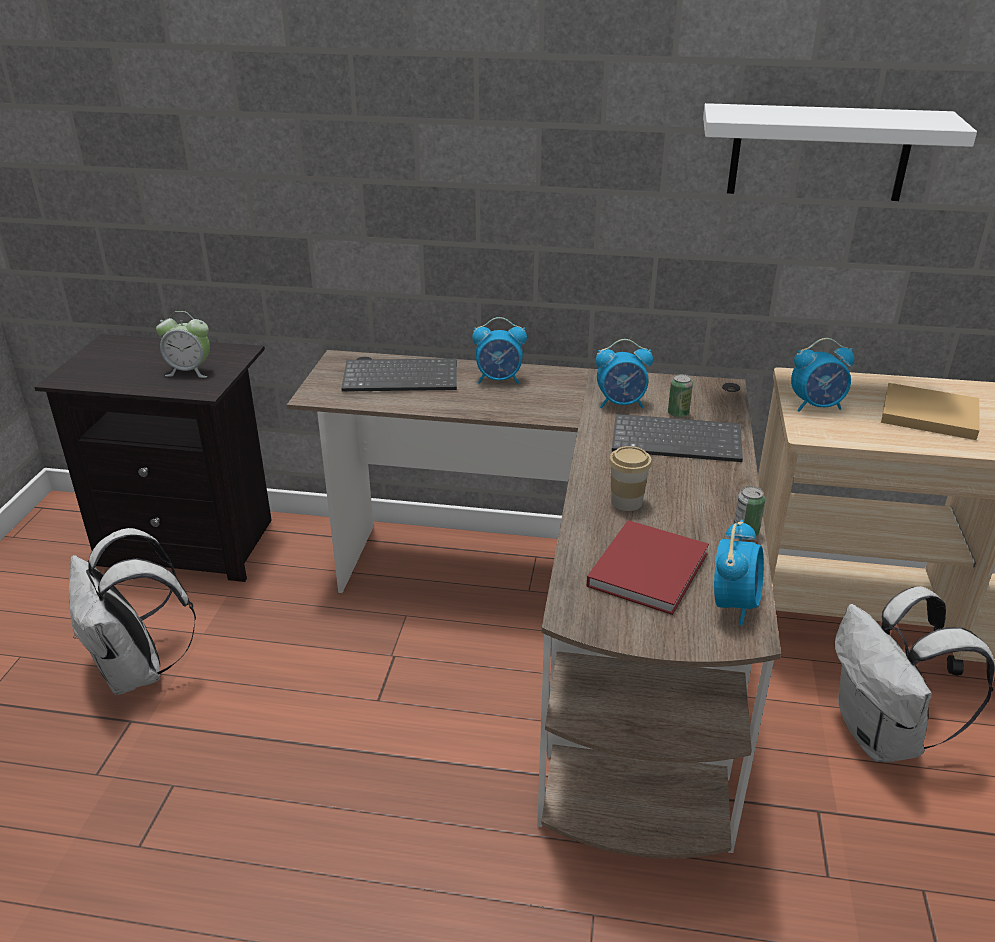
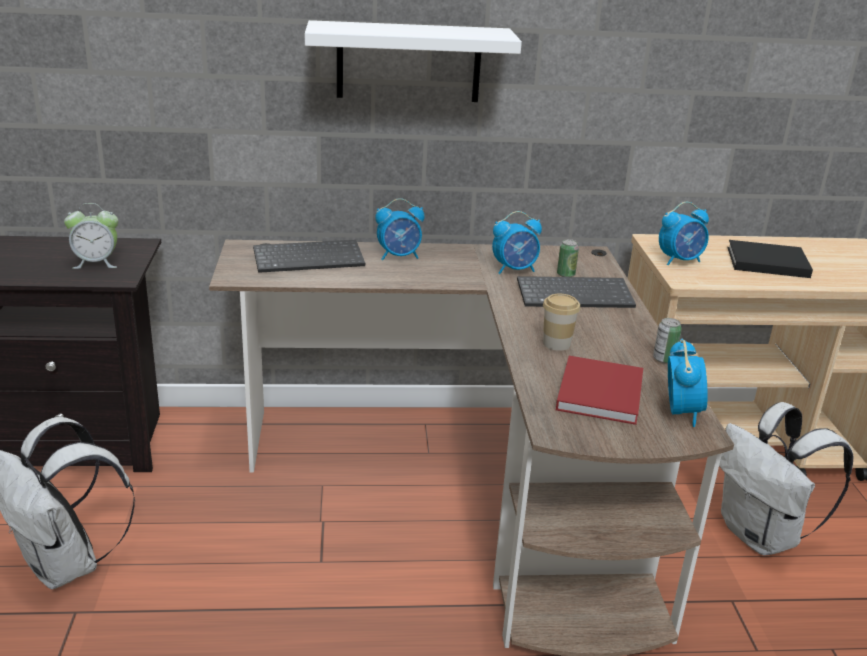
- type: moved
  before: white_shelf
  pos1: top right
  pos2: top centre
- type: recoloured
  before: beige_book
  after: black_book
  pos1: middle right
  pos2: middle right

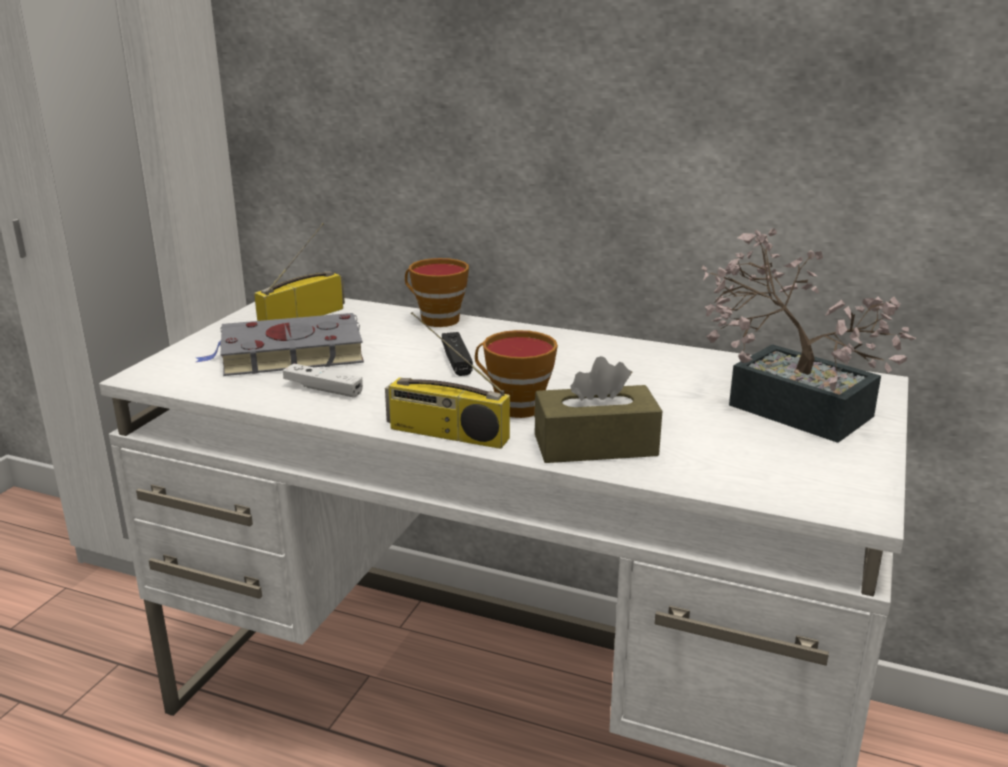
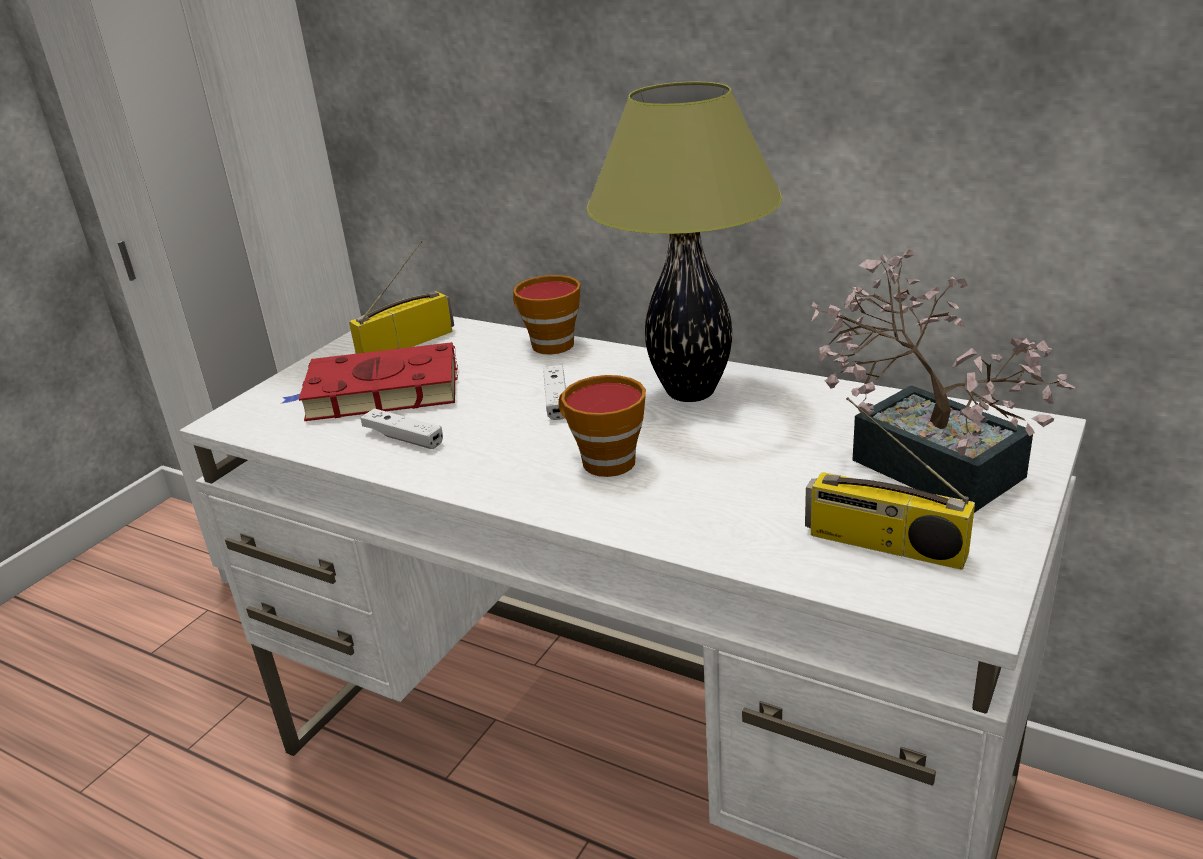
- type: moved
  before: radio (2nd from left)
  pos1: centre
  pos2: middle right
- type: recoloured
  before: grey_book
  after: red_book
  pos1: middle left
  pos2: middle left
- type: recoloured
  before: black_game_controller
  after: white_game_controller (2nd from left)
  pos1: centre
  pos2: centre
- type: removed
  before: brown_tissue_box
  pos1: centre
- type: added
  after: table_lamp
  pos2: top centre

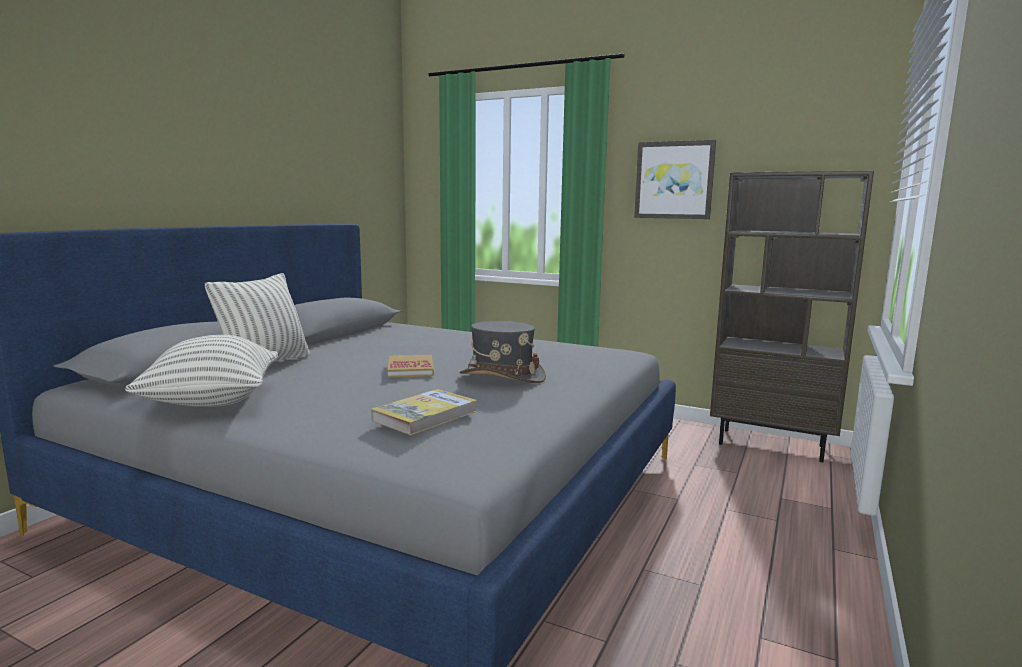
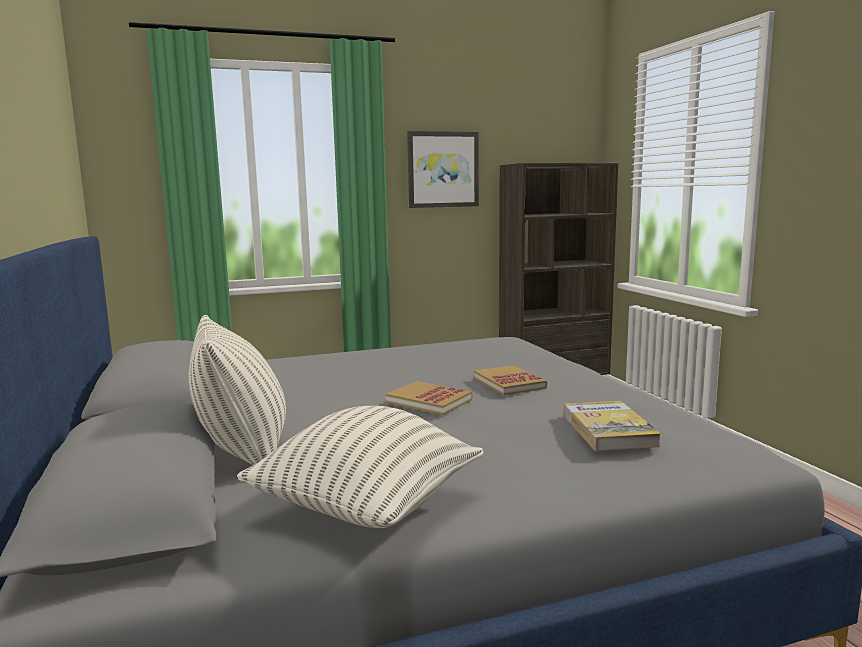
- type: replaced
  before: grey_hat
  after: book (2nd from left)
  pos1: centre
  pos2: centre

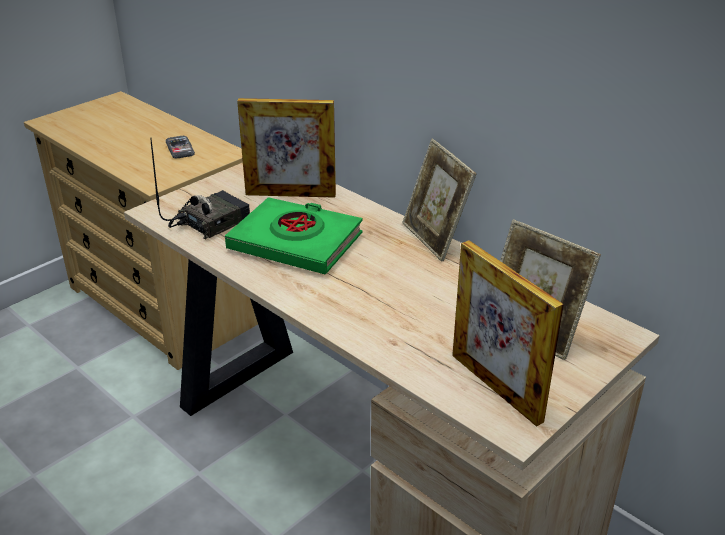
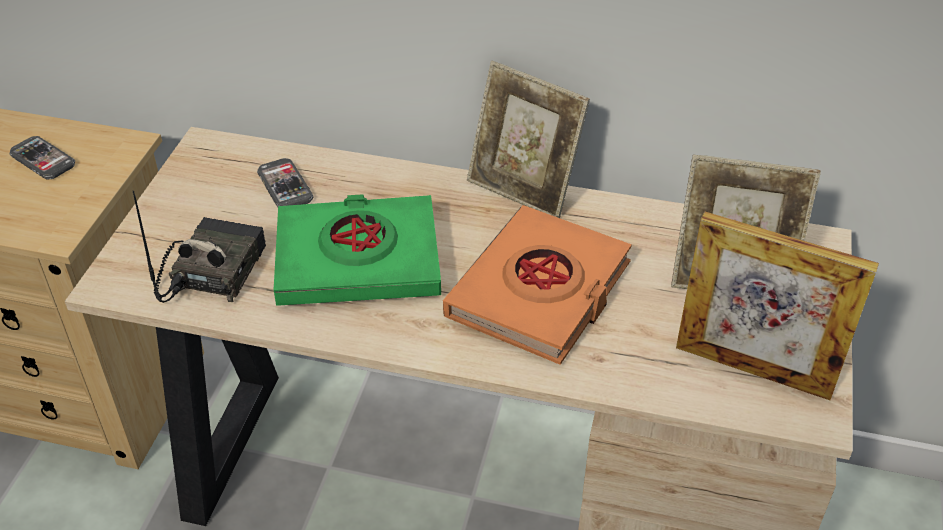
- type: replaced
  before: picture_frame (1st from left)
  after: phone (2nd from left)
  pos1: top centre
  pos2: middle left
- type: added
  after: orange_book
  pos2: centre

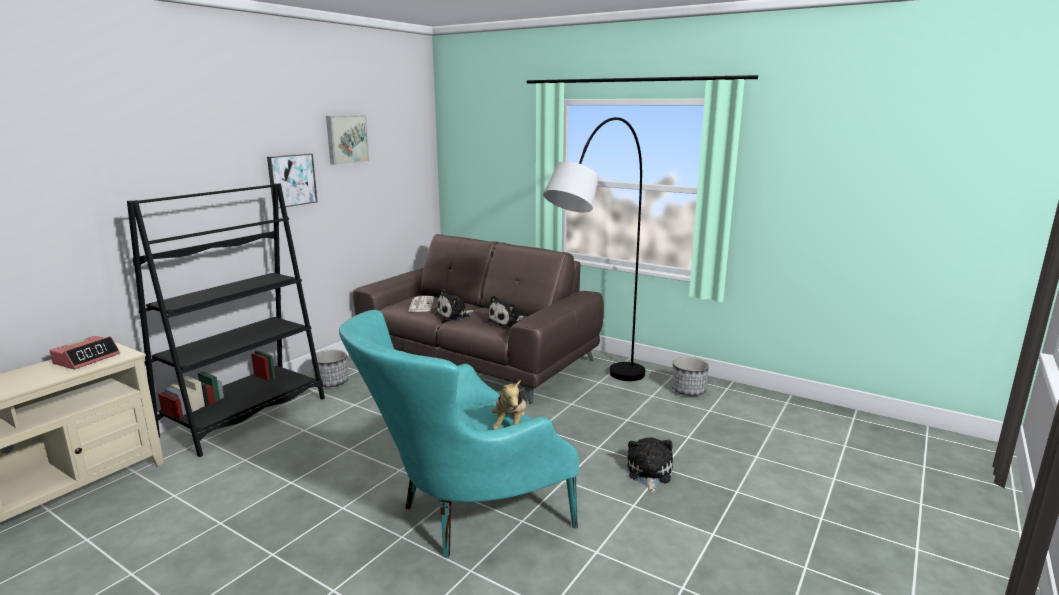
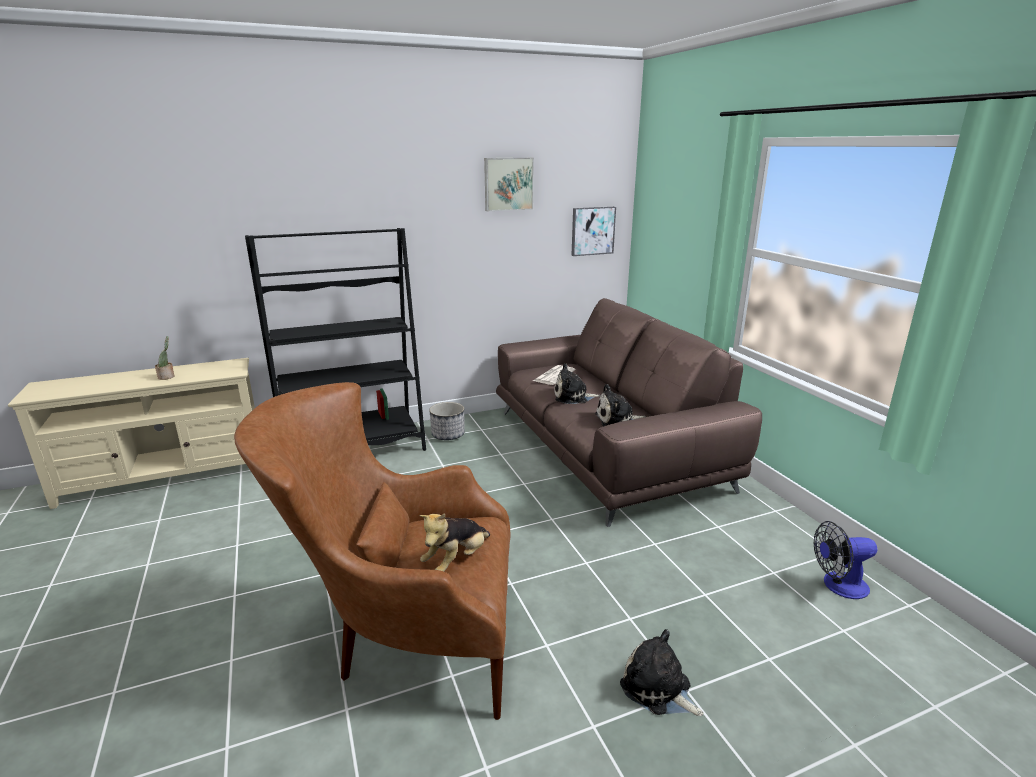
- type: removed
  before: grey_floor_lamp
  pos1: centre
- type: moved
  before: picture (1st from left in the first image)
  after: picture (2nd from left)
  pos1: top left
  pos2: top centre
- type: recoloured
  before: turquoise_armchair
  after: brown_armchair
  pos1: bottom centre
  pos2: bottom centre
- type: removed
  before: alarm_clock
  pos1: middle left
- type: replaced
  before: planter (2nd from left)
  after: fan
  pos1: centre
  pos2: bottom right
- type: turned
  before: plush_toy (4th from left)
  pos1: bottom centre
  pos2: bottom centre
  turn: -90
- type: added
  after: potted_plant
  pos2: middle left

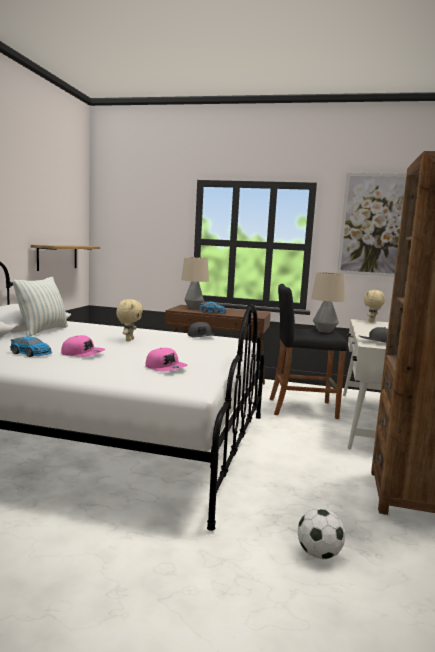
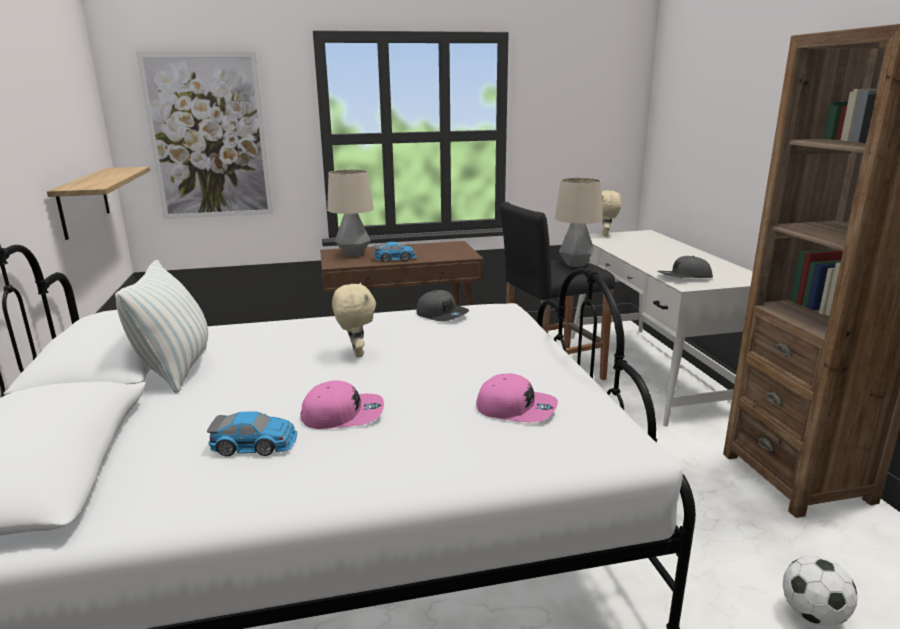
- type: moved
  before: picture
  pos1: middle right
  pos2: top left

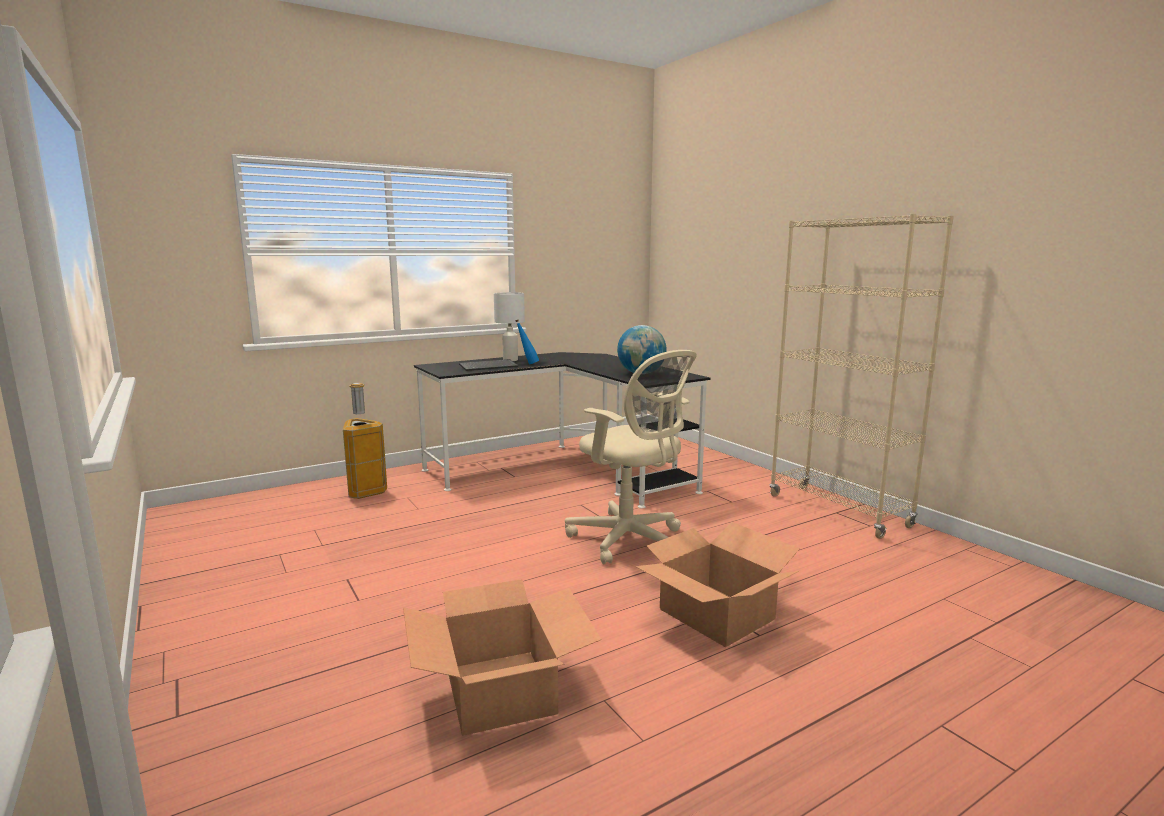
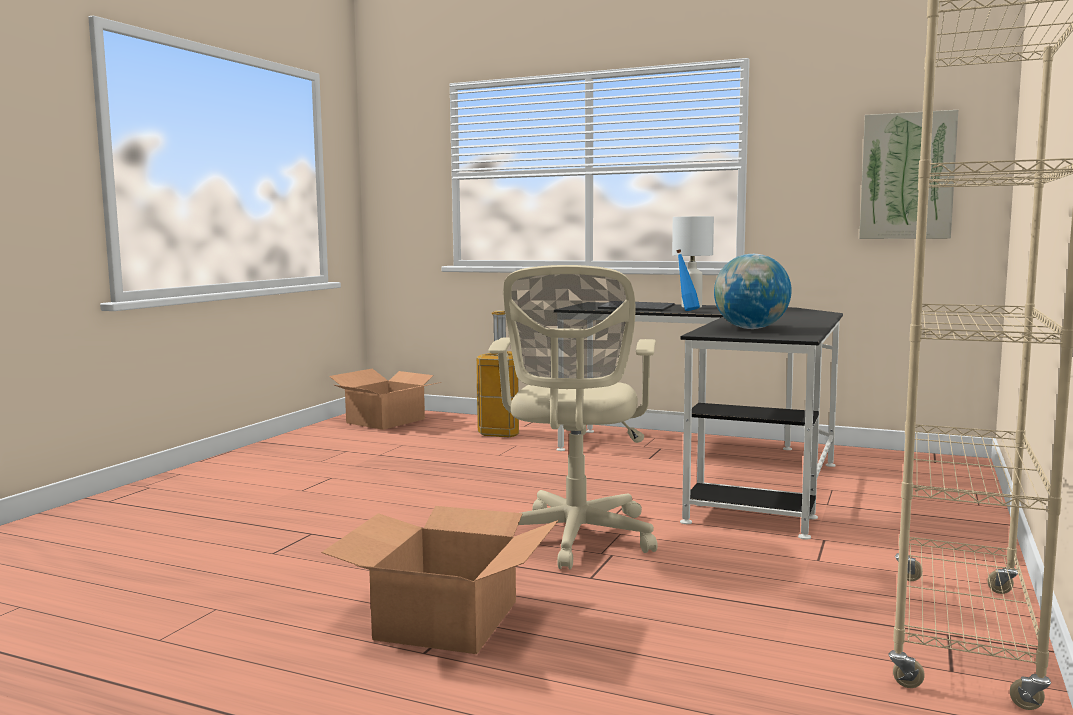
- type: moved
  before: cardboard_box (1st from left)
  pos1: bottom centre
  pos2: centre
- type: added
  after: picture
  pos2: top right

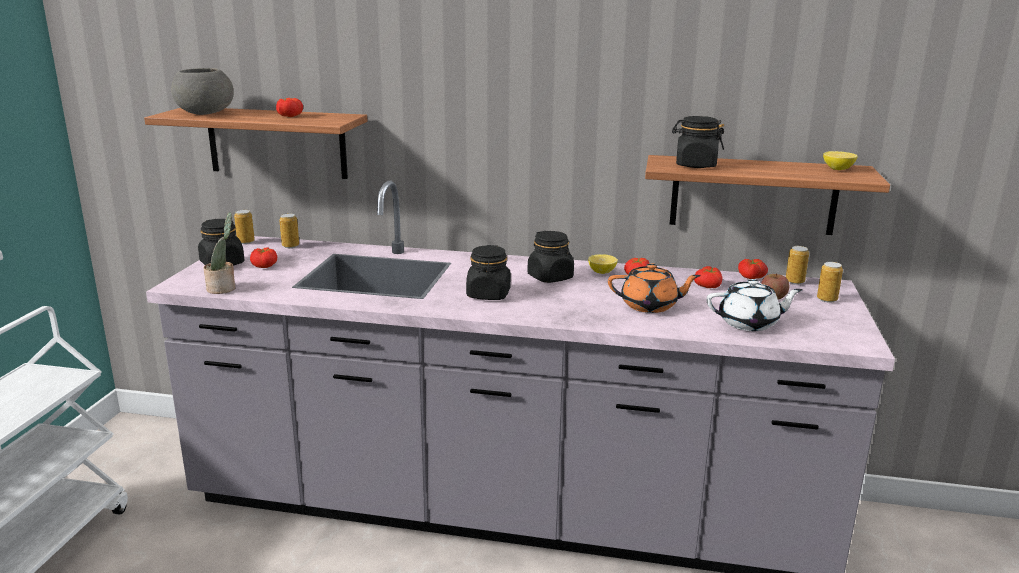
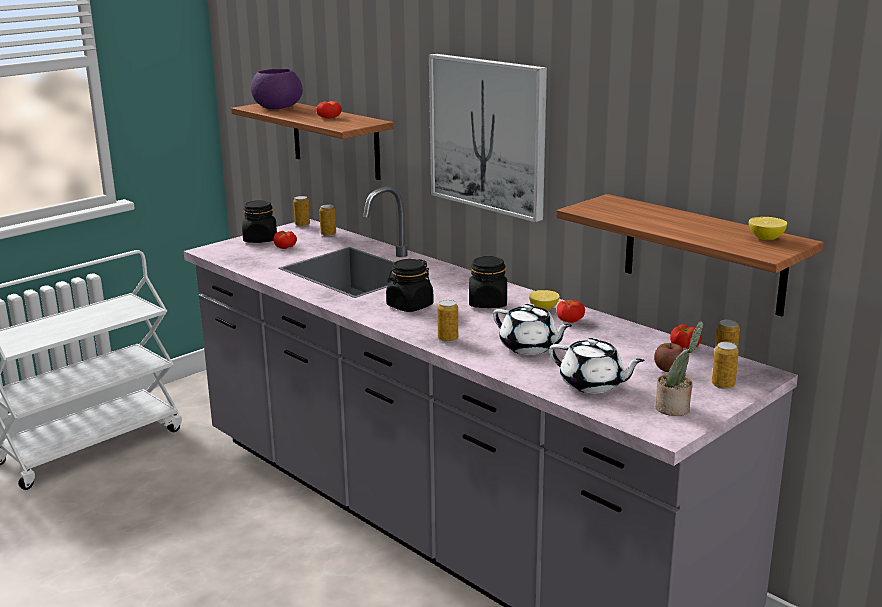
- type: recoloured
  before: grey_bowl
  after: purple_bowl
  pos1: top left
  pos2: top left
- type: removed
  before: black_jar (4th from left)
  pos1: top right
- type: moved
  before: potted_plant
  pos1: middle left
  pos2: middle right
- type: recoloured
  before: orange_teapot
  after: white_teapot (1st from left)
  pos1: centre
  pos2: centre
- type: removed
  before: tomato (4th from left)
  pos1: middle right
- type: added
  after: picture
  pos2: top centre
- type: added
  after: can (3rd from left)
  pos2: centre

